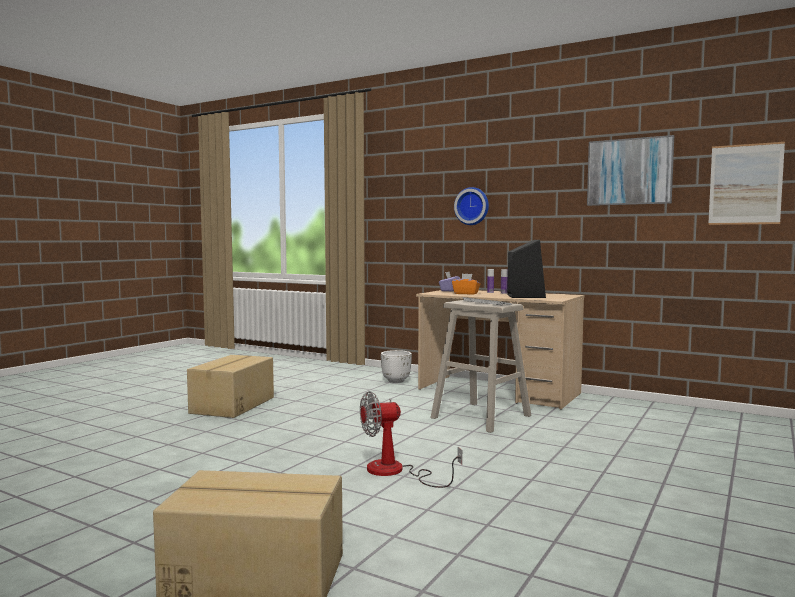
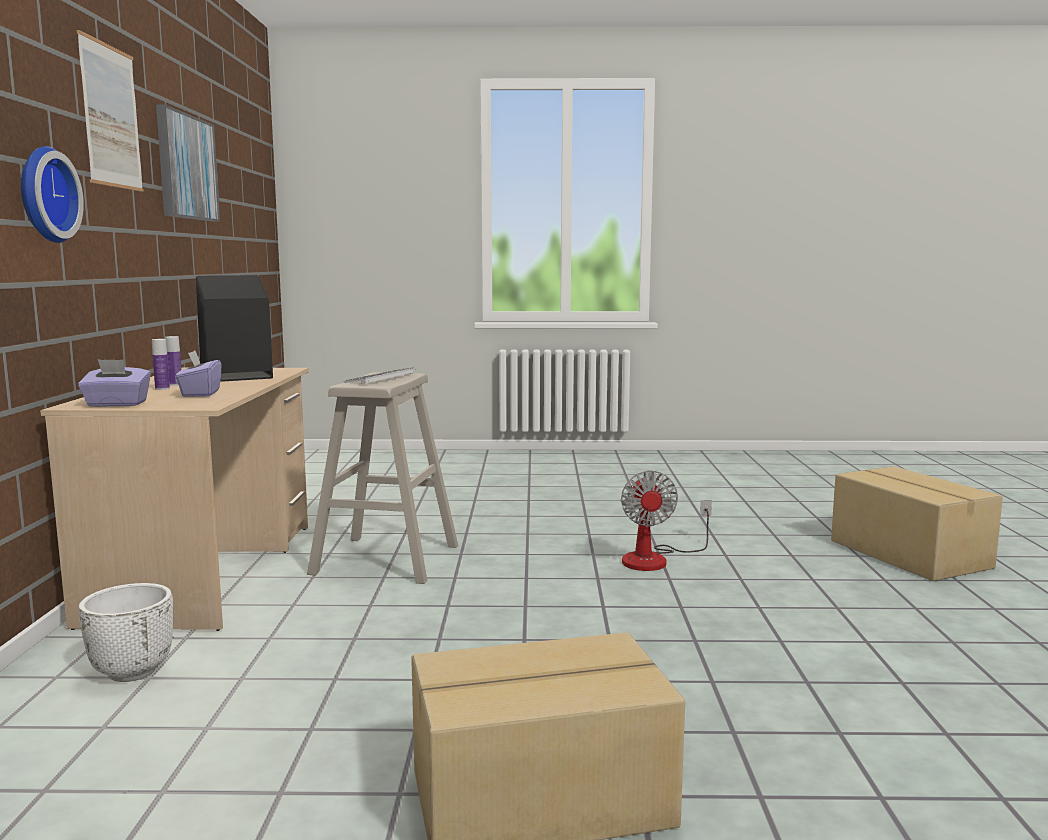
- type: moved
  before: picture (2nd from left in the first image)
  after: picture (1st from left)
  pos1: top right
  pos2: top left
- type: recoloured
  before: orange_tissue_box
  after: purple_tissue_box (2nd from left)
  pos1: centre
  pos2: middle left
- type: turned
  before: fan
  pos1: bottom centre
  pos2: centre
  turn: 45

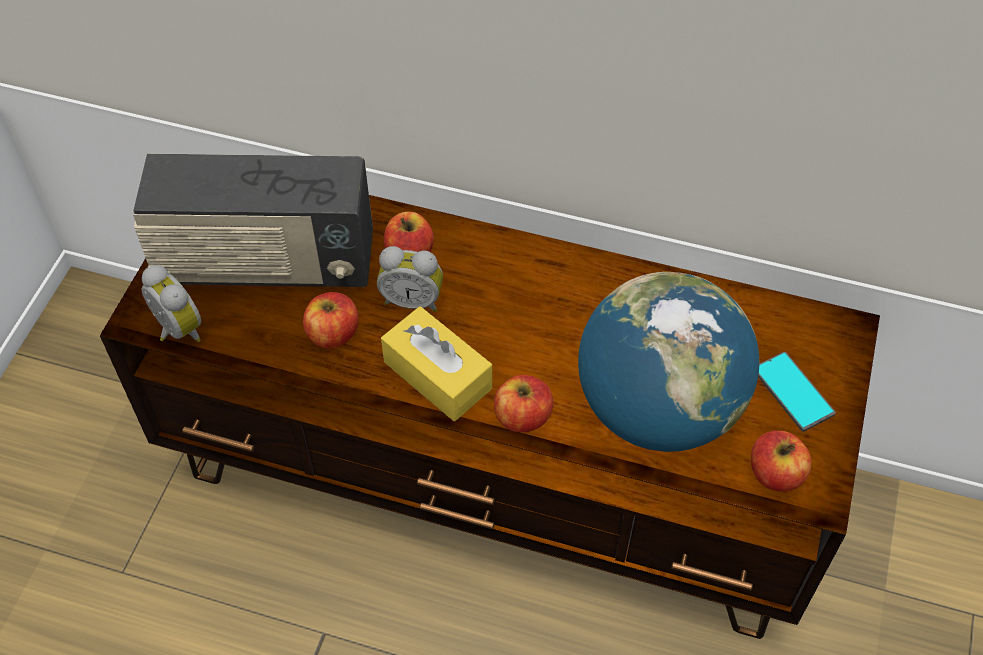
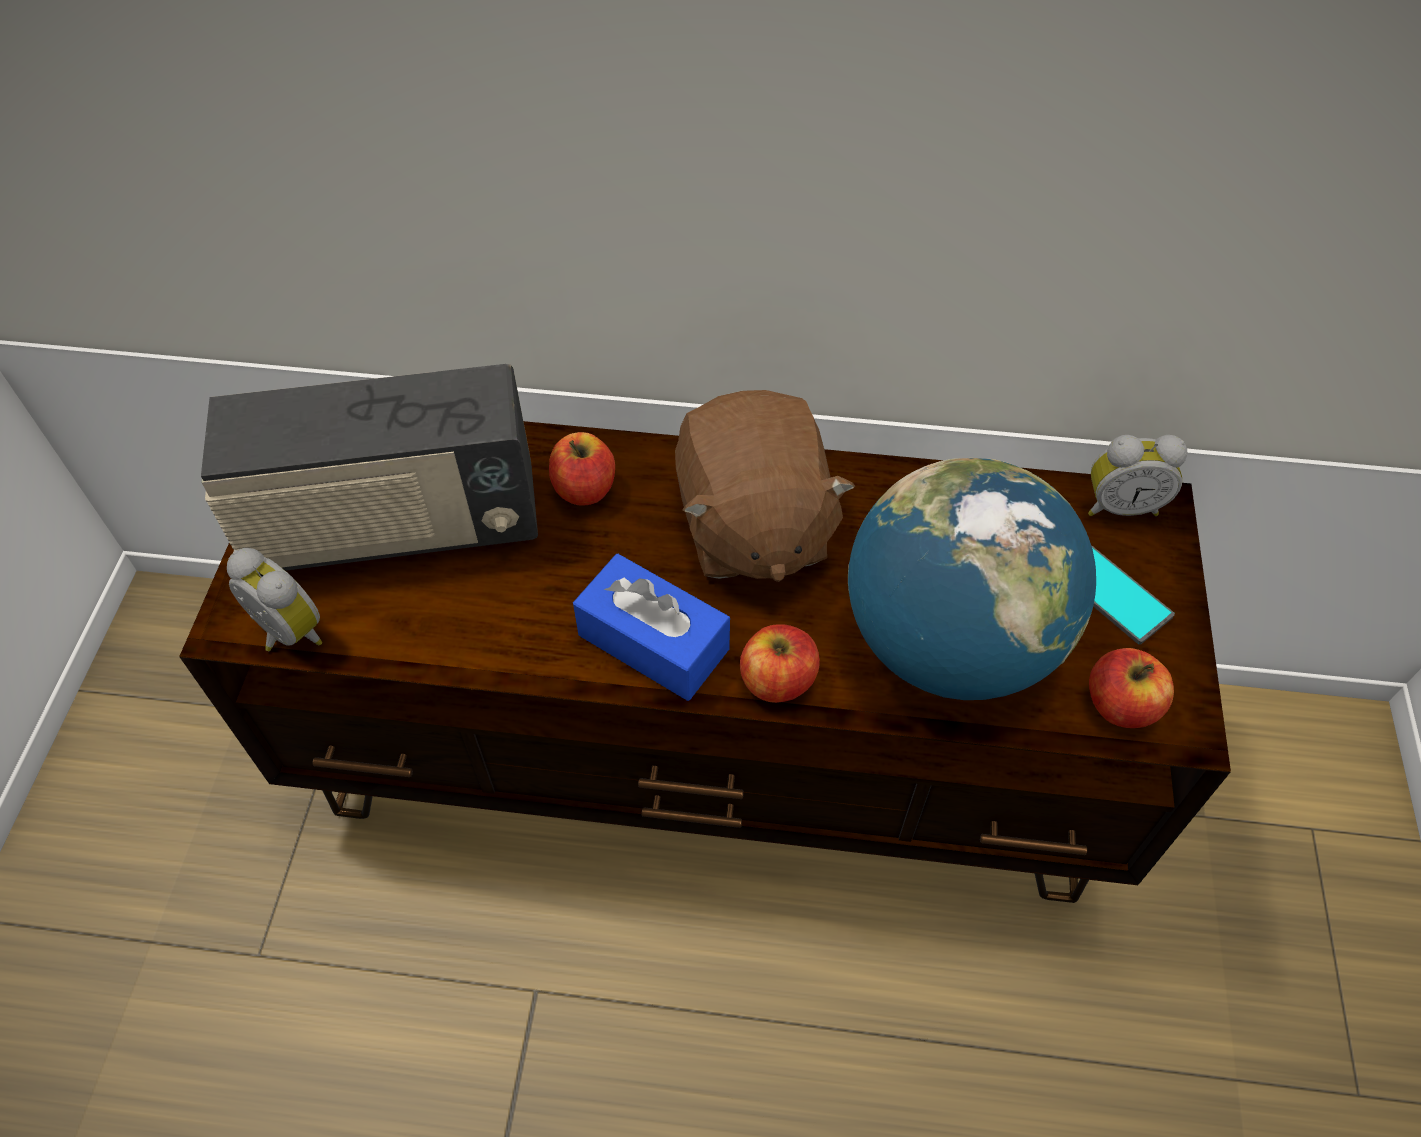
- type: moved
  before: alarm_clock (2nd from left)
  pos1: centre
  pos2: middle right
- type: removed
  before: apple (1st from left)
  pos1: centre
- type: recoloured
  before: yellow_tissue_box
  after: blue_tissue_box
  pos1: centre
  pos2: centre
- type: added
  after: brown_plush_toy
  pos2: centre

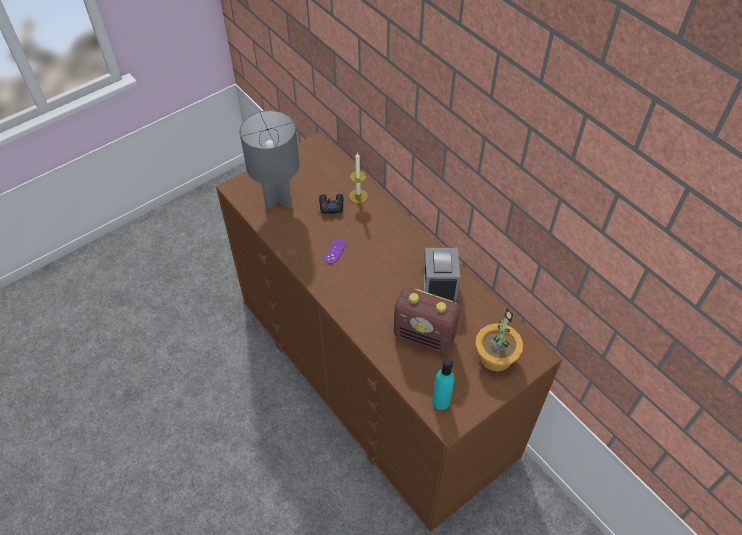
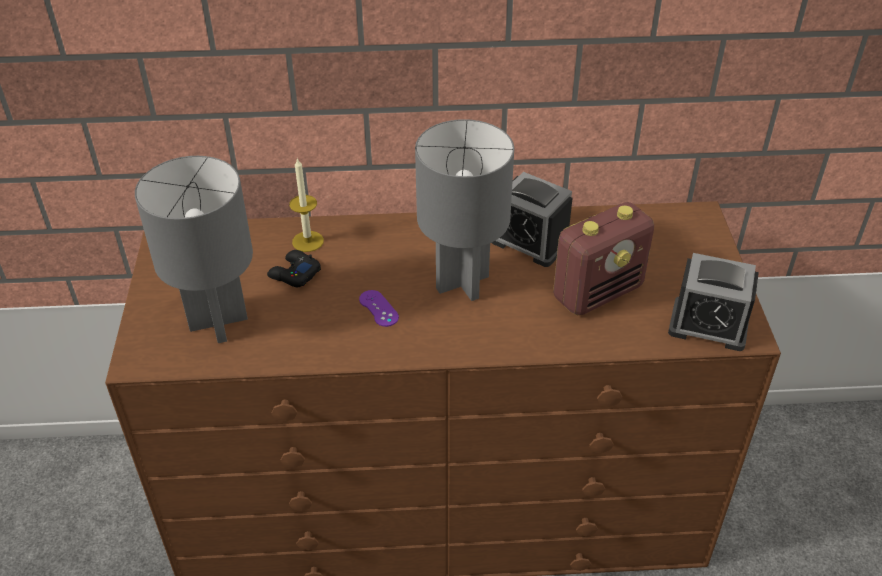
- type: removed
  before: potted_plant
  pos1: middle right
- type: replaced
  before: turquoise_bottle
  after: alarm_clock (2nd from left)
  pos1: bottom centre
  pos2: middle right
- type: added
  after: grey_table_lamp (2nd from left)
  pos2: centre

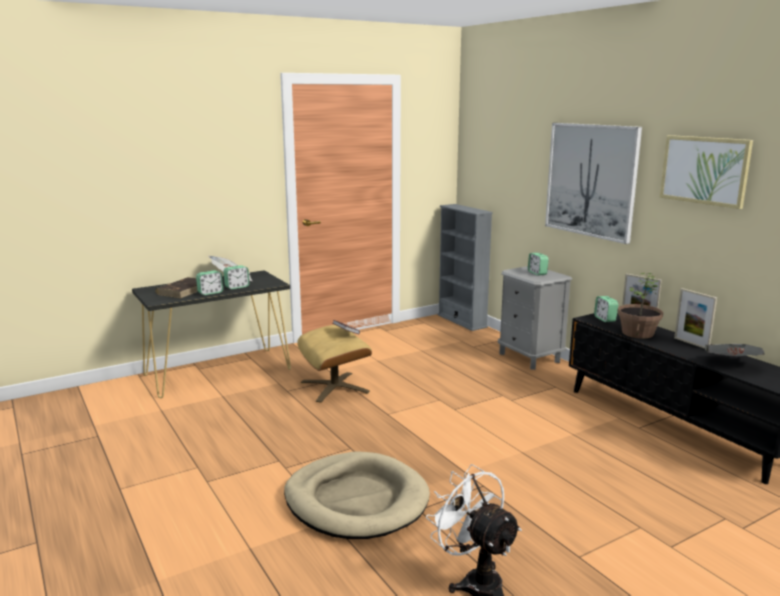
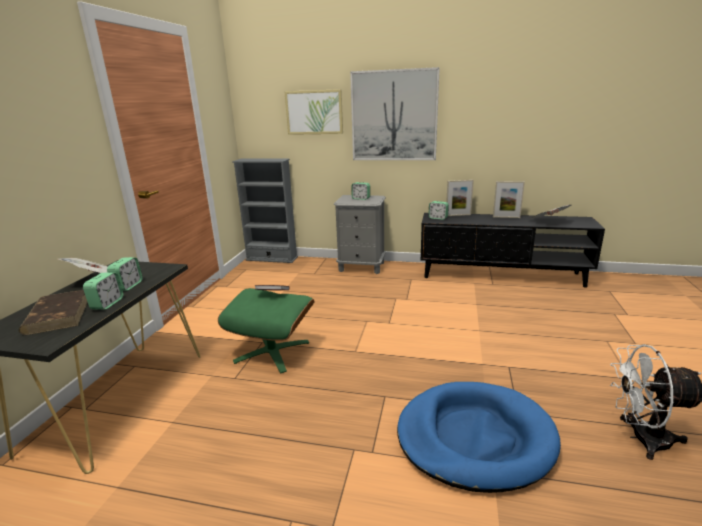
- type: moved
  before: picture (2nd from left in the first image)
  after: picture (1st from left)
  pos1: top right
  pos2: top centre
- type: removed
  before: potted_plant
  pos1: middle right
- type: recoloured
  before: beige_ottoman
  after: green_ottoman
  pos1: centre
  pos2: centre
- type: recoloured
  before: beige_dog_bed
  after: blue_dog_bed
  pos1: bottom centre
  pos2: bottom right

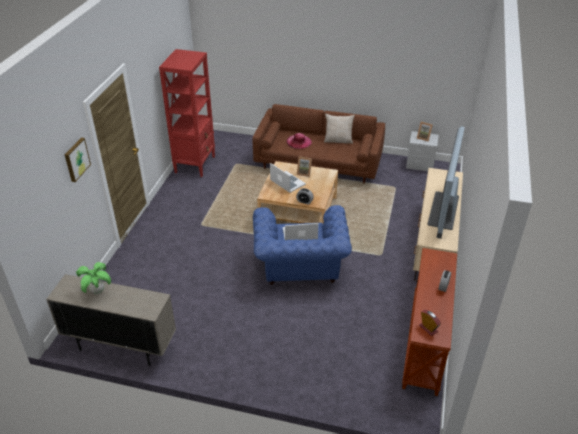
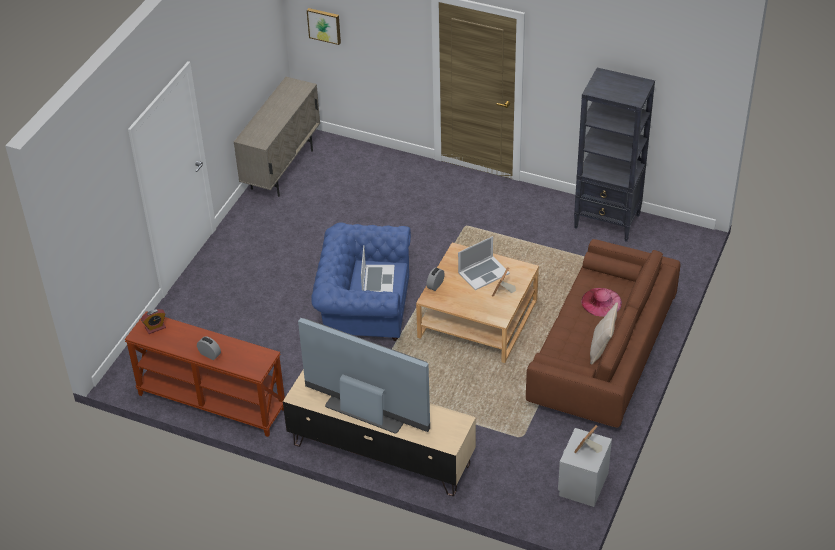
- type: recoloured
  before: red_bookcase
  after: black_bookcase
  pos1: top left
  pos2: top right
- type: moved
  before: picture
  pos1: middle left
  pos2: top centre
- type: removed
  before: potted_plant
  pos1: middle left

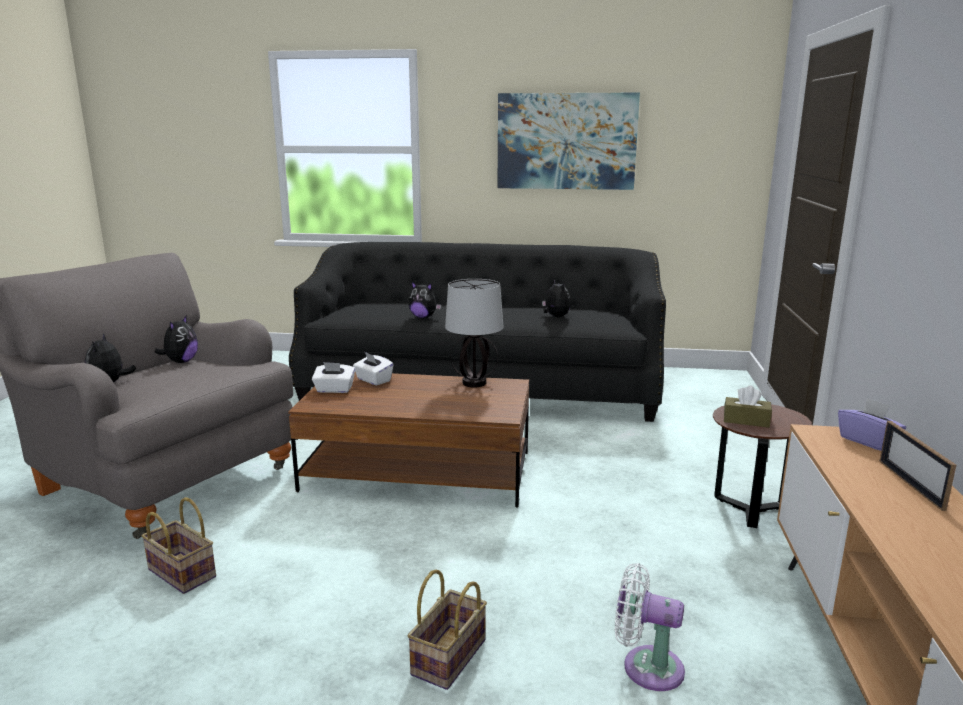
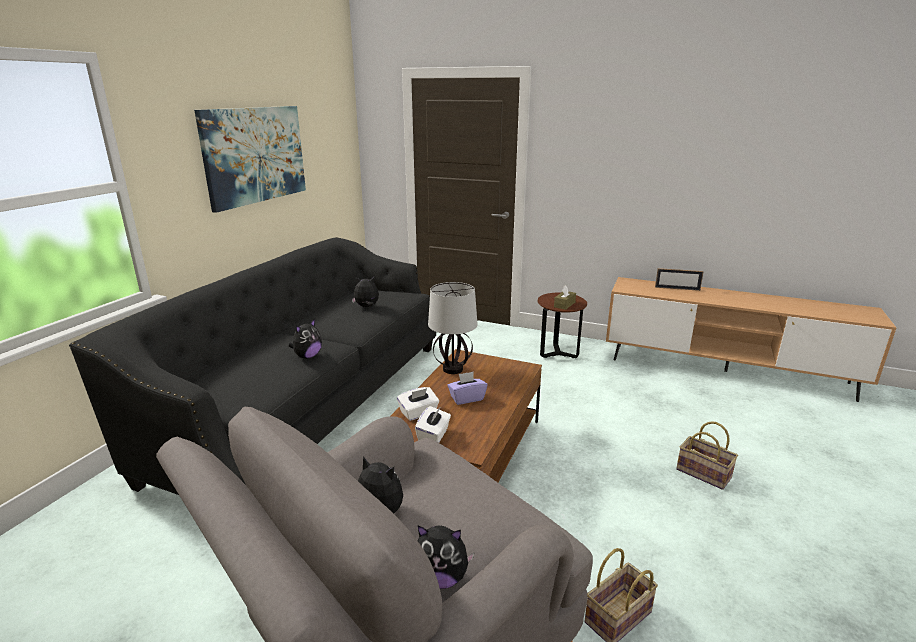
- type: moved
  before: purple_tissue_box
  pos1: middle right
  pos2: centre
- type: removed
  before: white_fan
  pos1: bottom right

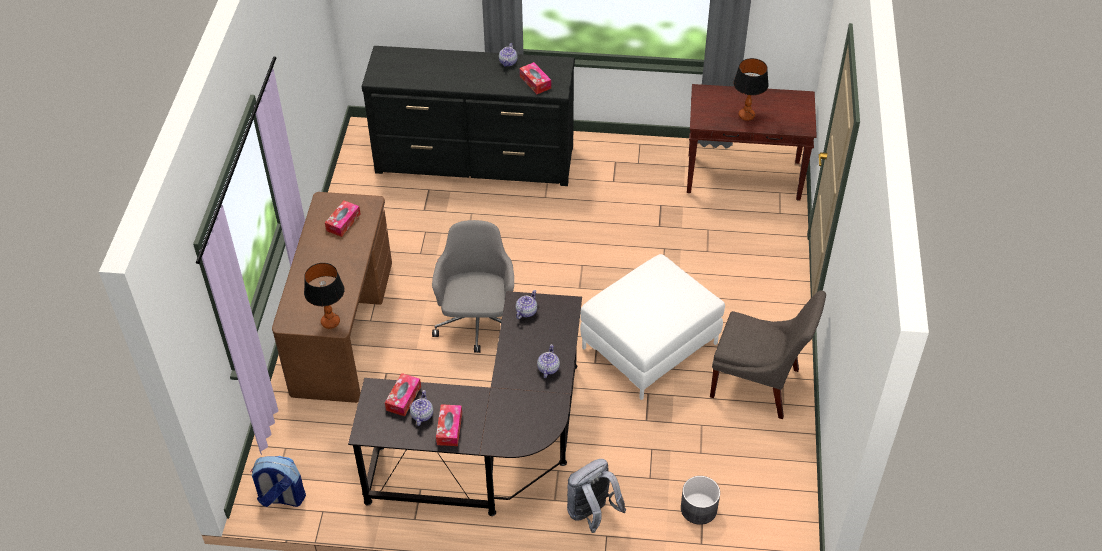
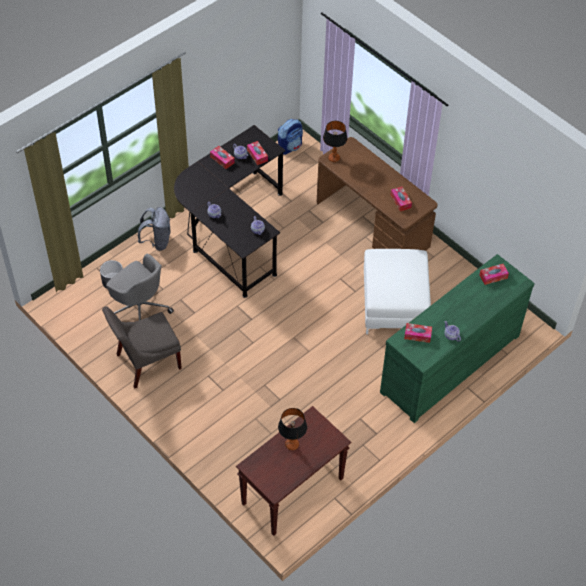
- type: recoloured
  before: black_dresser
  after: green_dresser
  pos1: top centre
  pos2: middle right
- type: moved
  before: grey_office_chair
  pos1: centre
  pos2: middle left
- type: moved
  before: white_ottoman
  pos1: centre
  pos2: middle right
- type: added
  after: tissue_box (5th from left)
  pos2: middle right

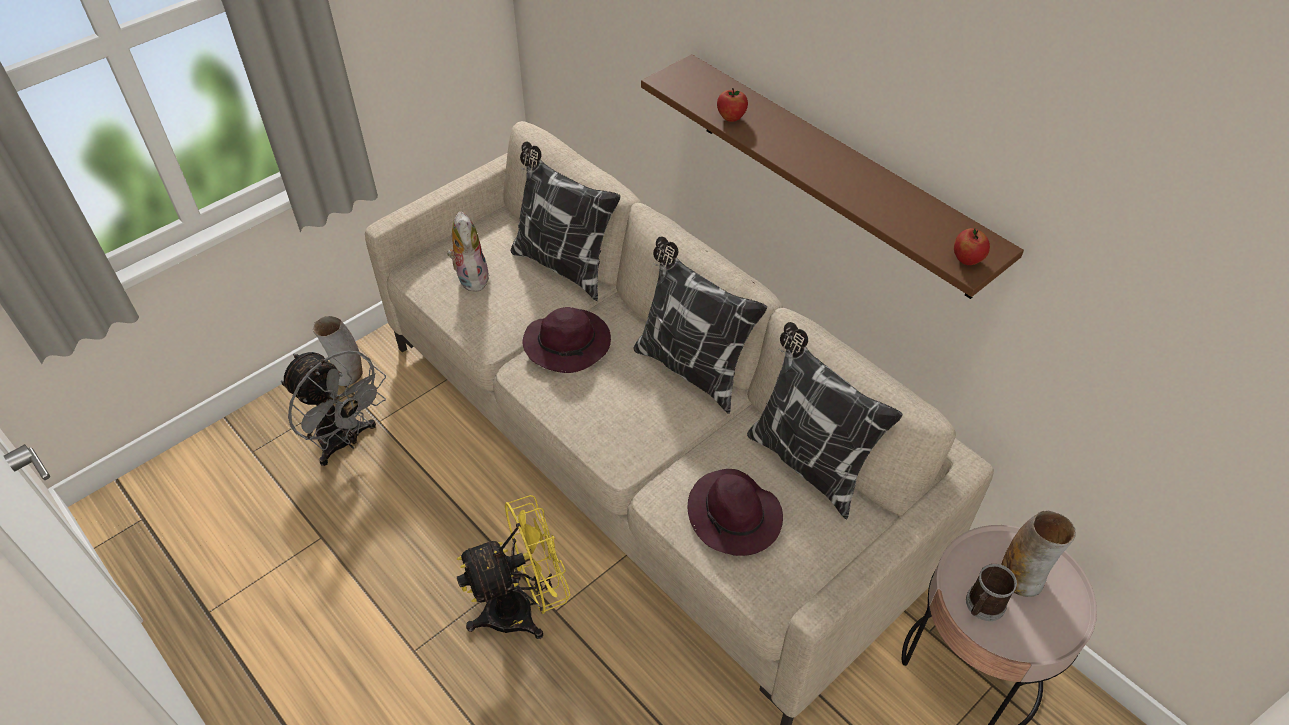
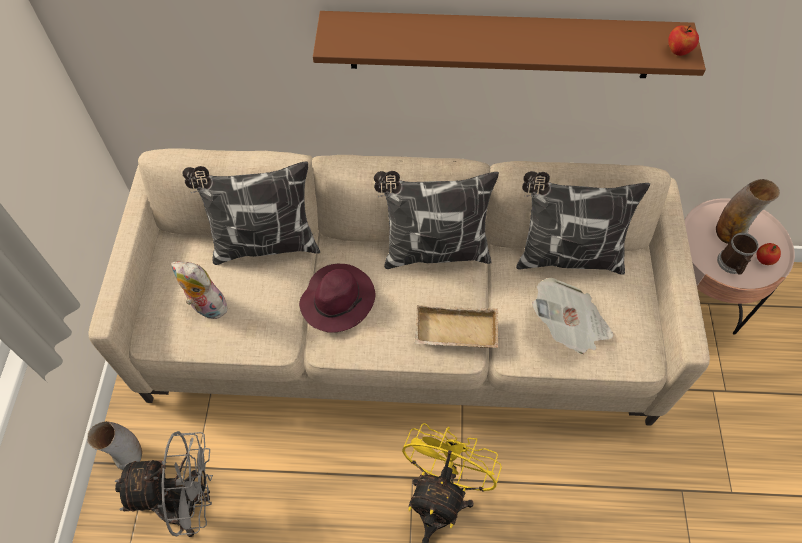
- type: moved
  before: apple (1st from left in the first image)
  after: apple (2nd from left)
  pos1: top centre
  pos2: middle right
- type: replaced
  before: purple_hat (2nd from left)
  after: newspaper
  pos1: bottom centre
  pos2: middle right
- type: added
  after: beige_tray
  pos2: centre

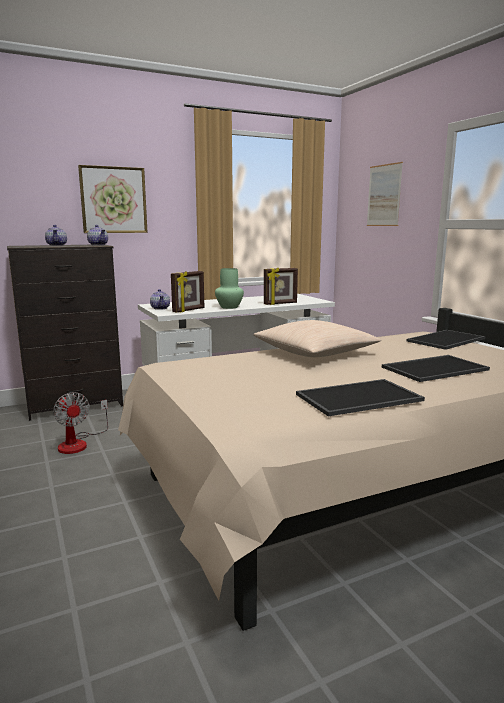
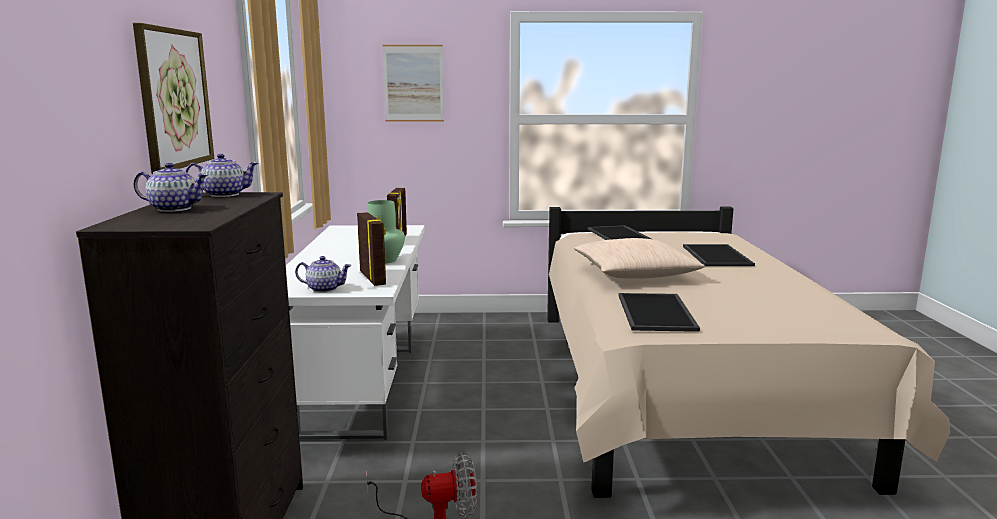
- type: moved
  before: tray (1st from left in the first image)
  after: tray (2nd from left)
  pos1: middle right
  pos2: centre

